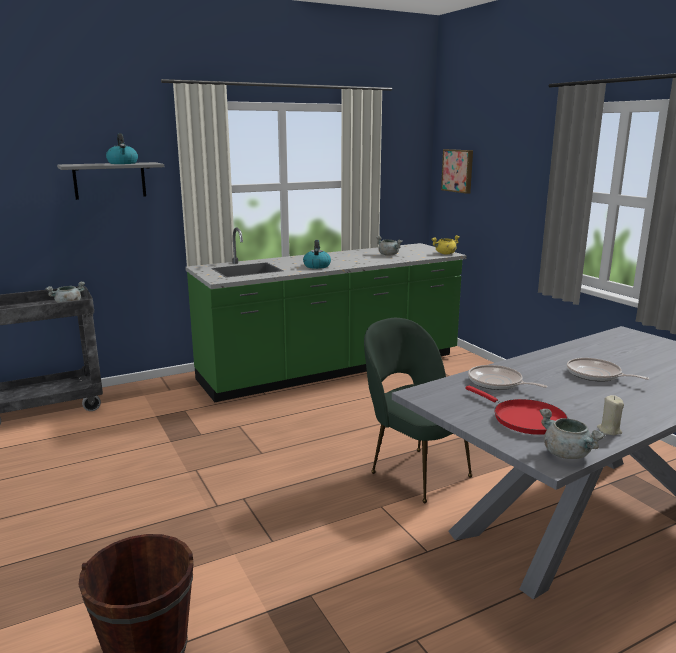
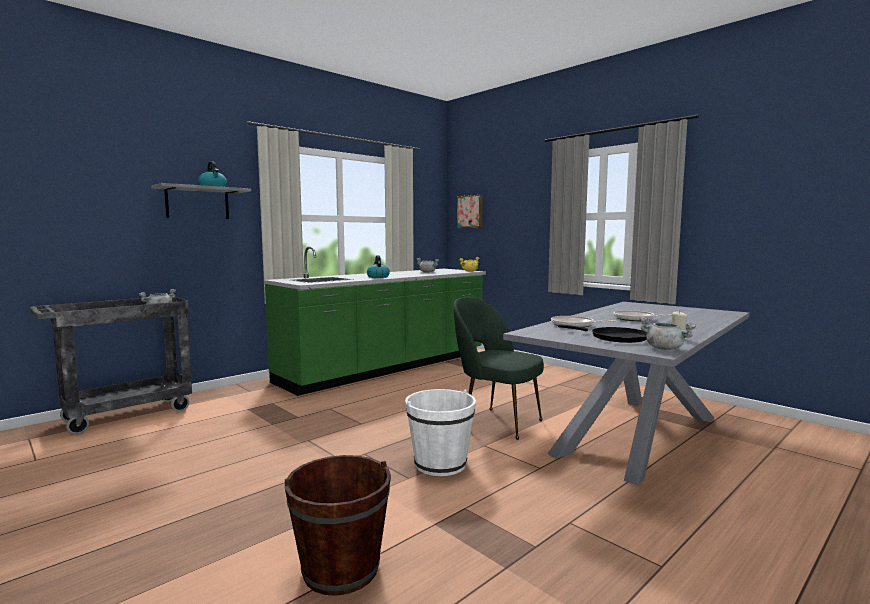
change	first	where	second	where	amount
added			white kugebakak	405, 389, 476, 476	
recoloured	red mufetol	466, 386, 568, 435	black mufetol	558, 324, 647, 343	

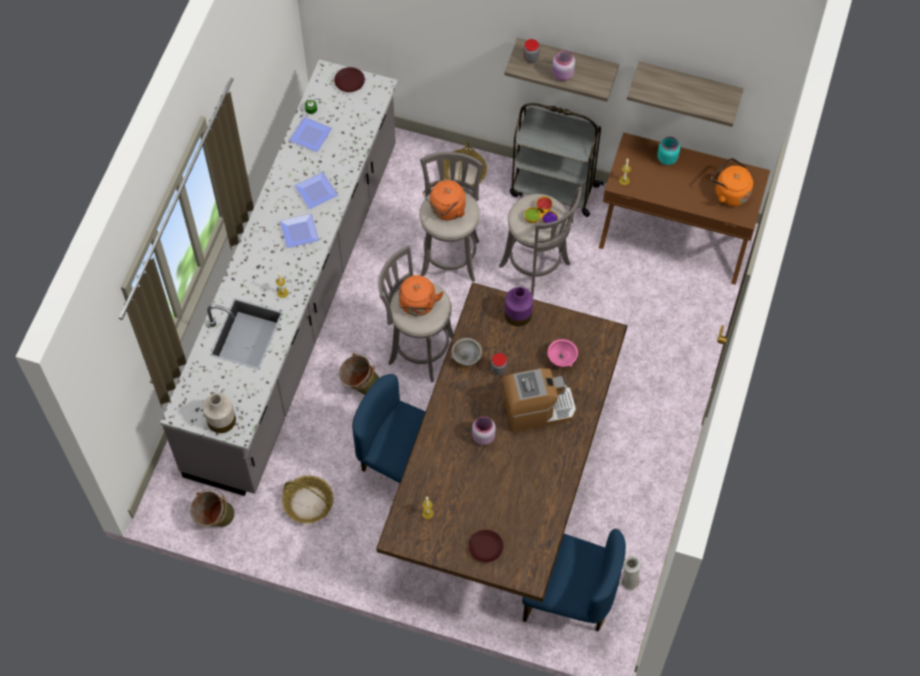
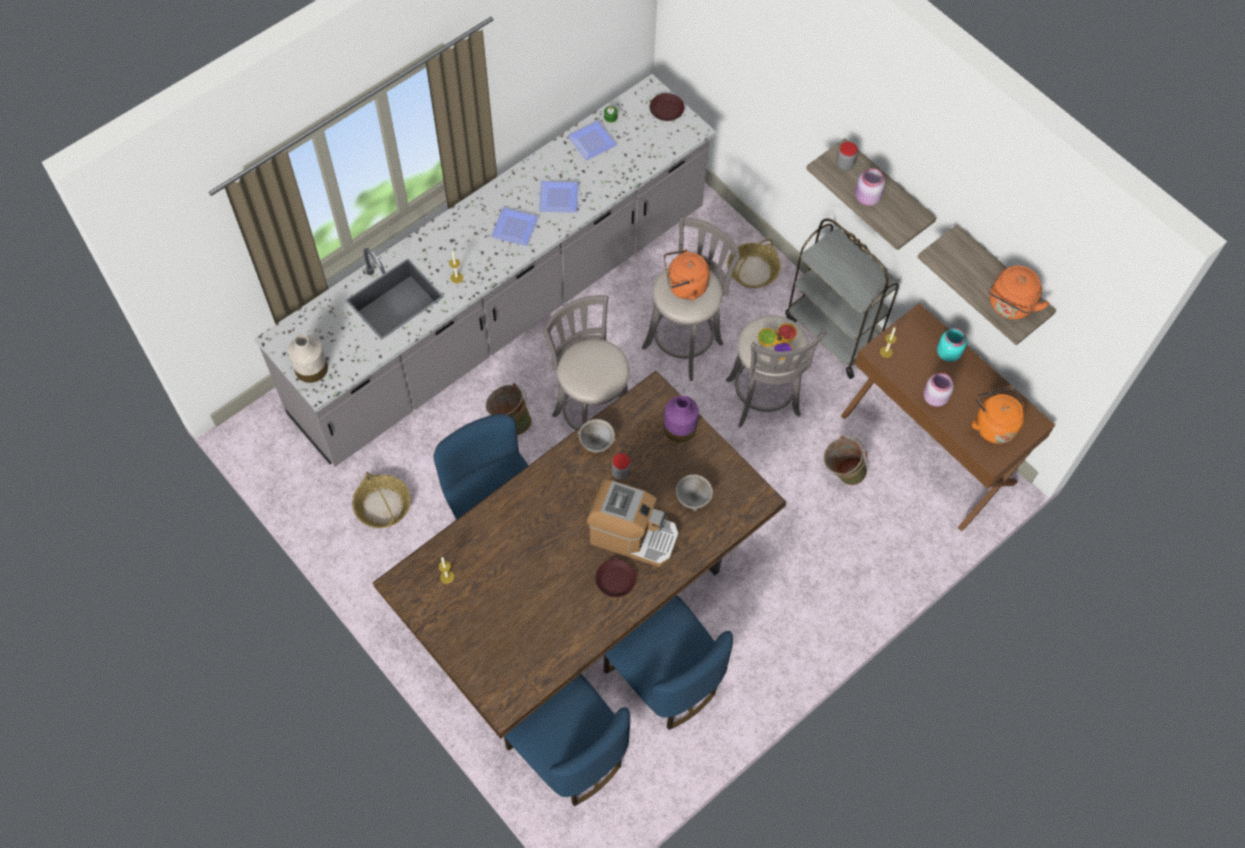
change	first	where	second	where	amount
removed	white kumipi	622, 556, 641, 591			
added			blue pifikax	604, 595, 733, 730	
moved	green kugebakak	190, 489, 235, 527		824, 436, 867, 485	
moved	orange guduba	398, 275, 444, 316		989, 266, 1050, 320	
moved	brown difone	469, 530, 503, 562		596, 559, 636, 597	
moved	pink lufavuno	472, 416, 496, 445		924, 373, 954, 407	
recoloured	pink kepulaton	547, 339, 578, 367	grey kepulaton	676, 474, 713, 511	

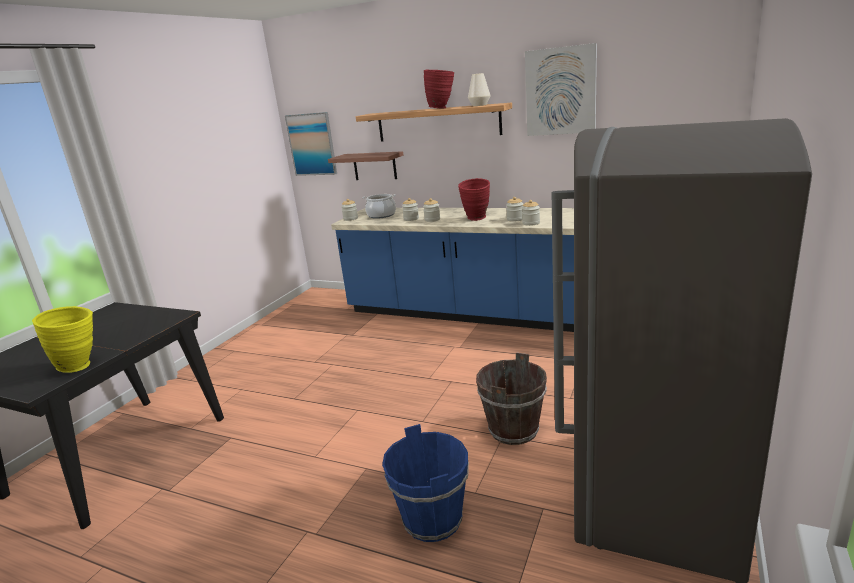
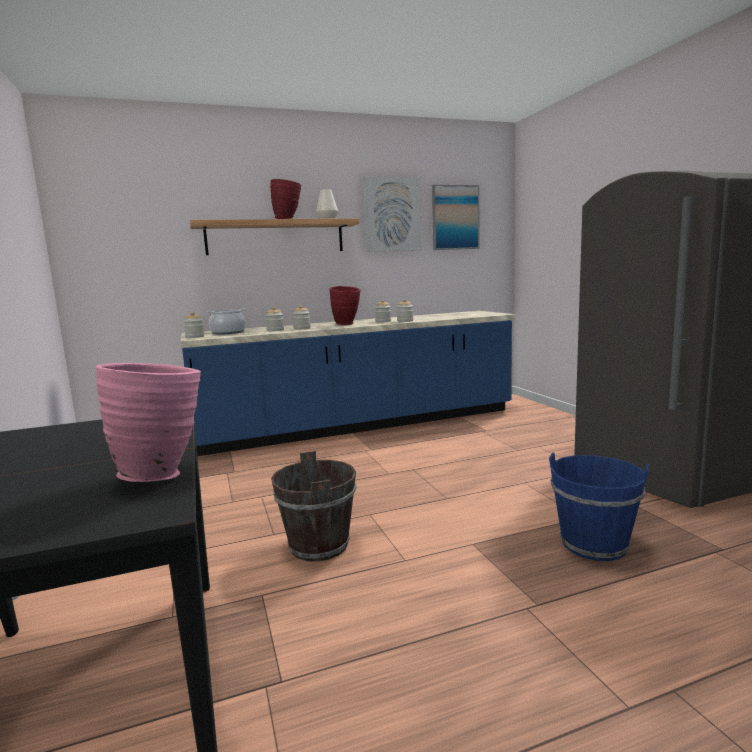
change	first	where	second	where	amount
removed	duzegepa	328, 151, 403, 180			
moved	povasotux	285, 112, 337, 176		432, 185, 480, 250	
moved	brown kugebakak	476, 352, 547, 445		271, 451, 357, 562	
recoloured	yellow kumipi	32, 306, 93, 373	pink kumipi	96, 363, 201, 482	

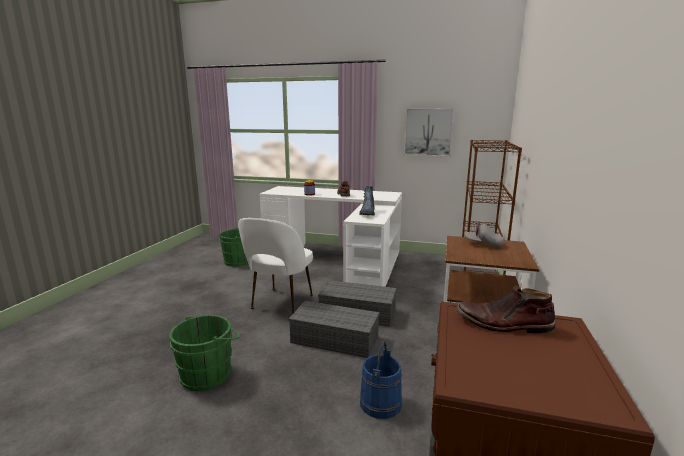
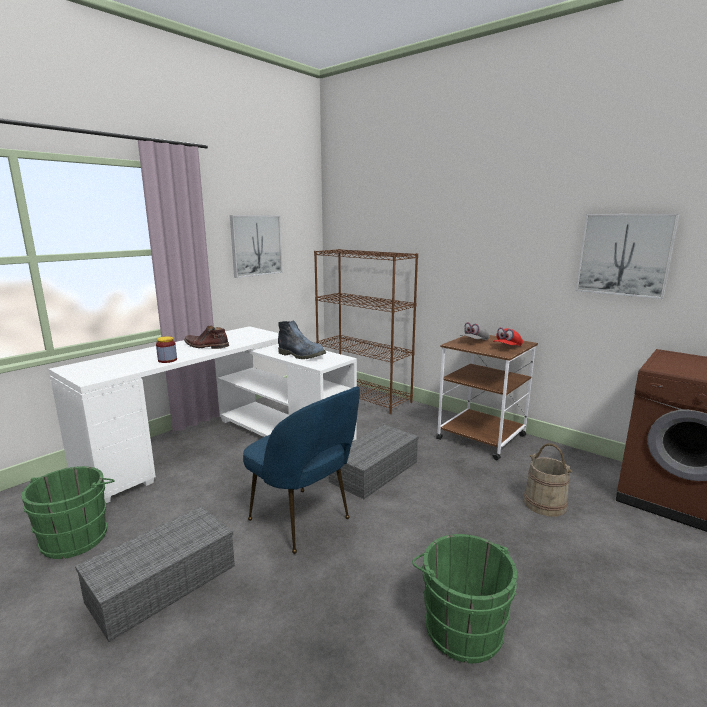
change	first	where	second	where	amount
removed	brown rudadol	456, 286, 556, 333			
added			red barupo	493, 327, 523, 346	
added			povasotux	576, 214, 679, 299	
moved	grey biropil	289, 301, 380, 358		75, 506, 235, 642	
recoloured	white pifikax	238, 218, 313, 313	blue pifikax	243, 387, 360, 554	
recoloured	blue kugebakak	360, 342, 402, 419	beige kugebakak	524, 443, 573, 517	

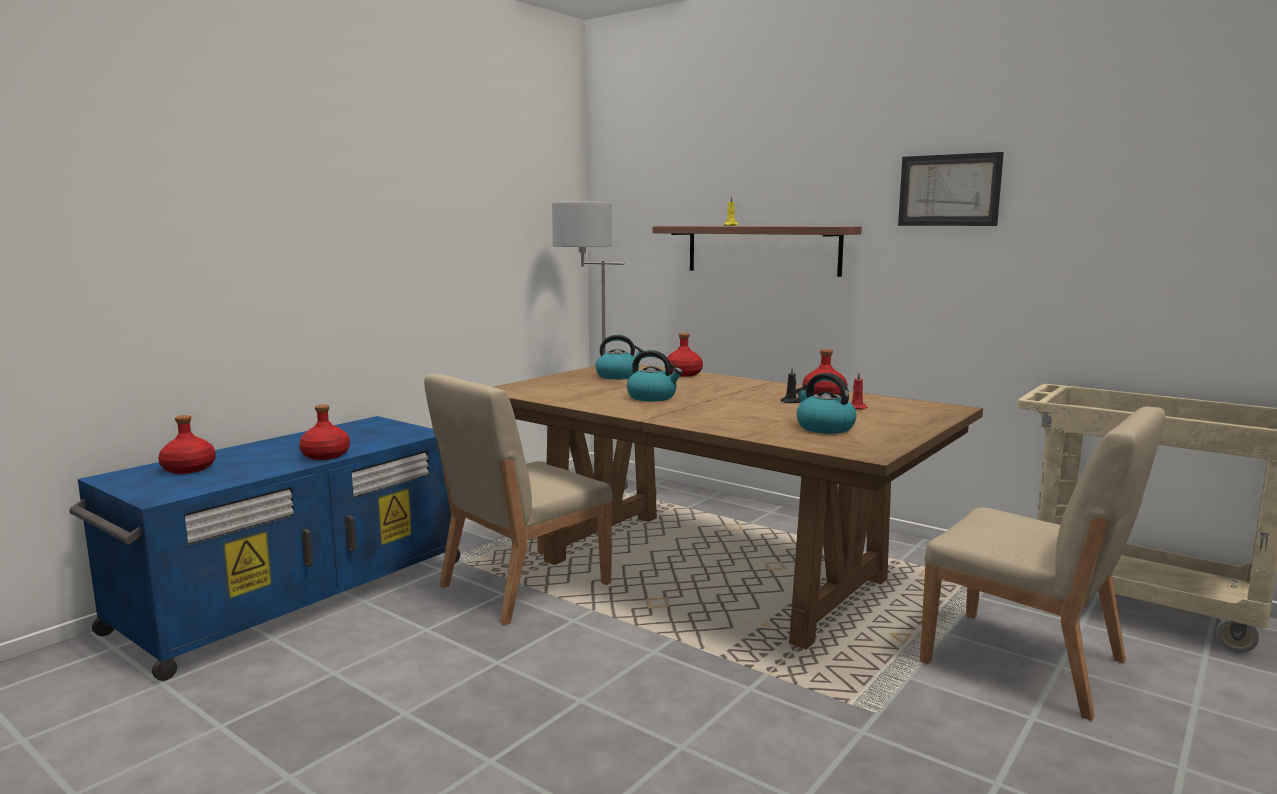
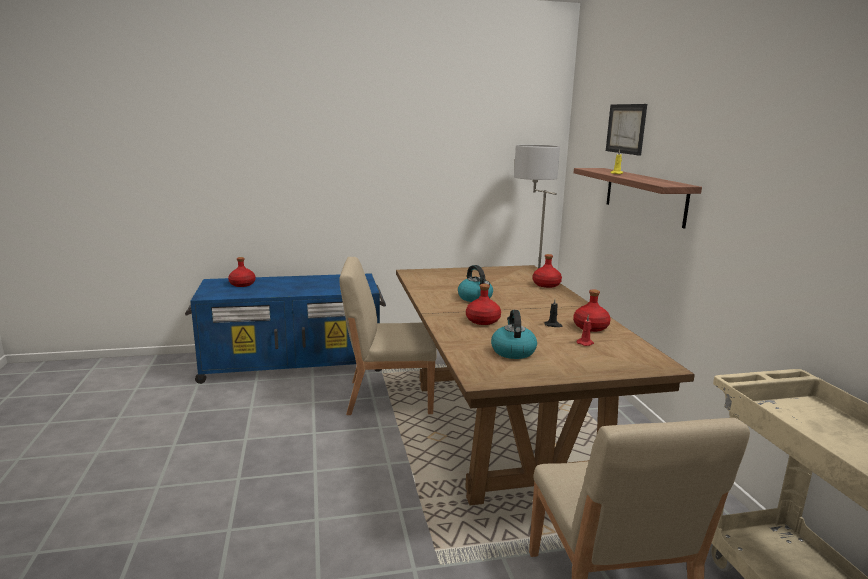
change	first	where	second	where	amount
removed	guduba	596, 335, 644, 379			
moved	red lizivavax	299, 404, 350, 460		466, 284, 501, 325	
moved	povasotux	898, 152, 1004, 226		606, 104, 647, 156	

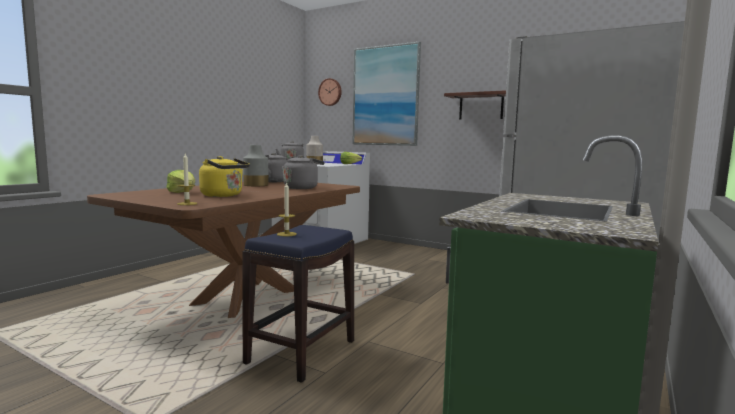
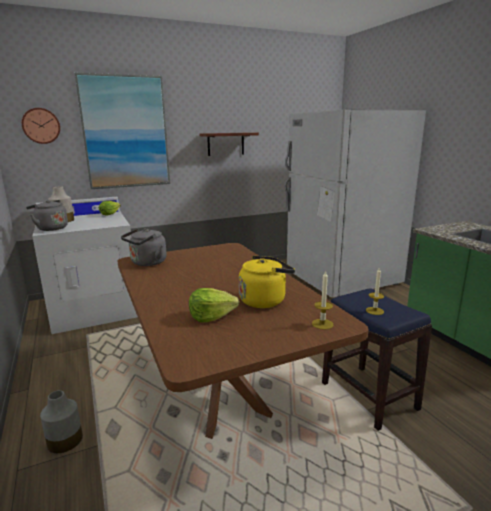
change	first	where	second	where	amount
removed	grey guduba	283, 155, 325, 189			
moved	grey kumipi	243, 145, 269, 186		40, 390, 83, 453	

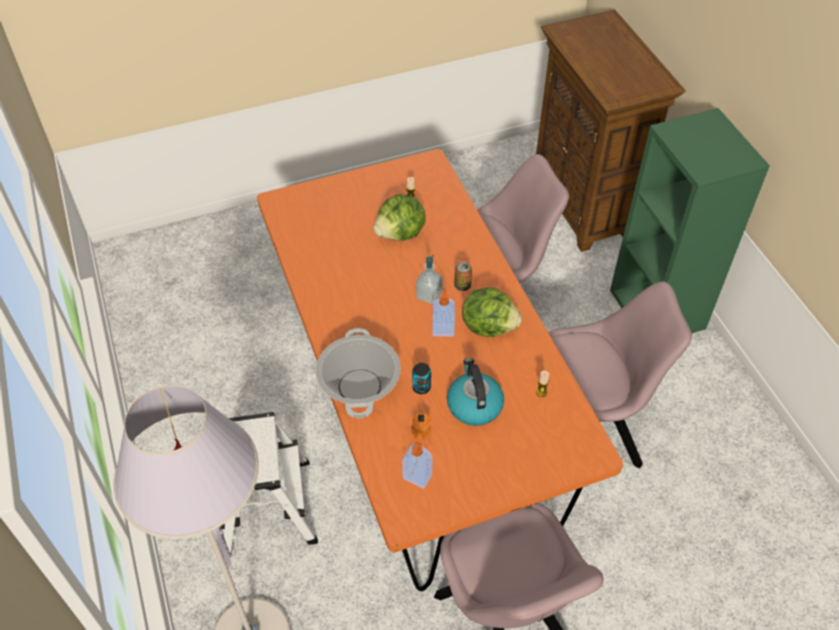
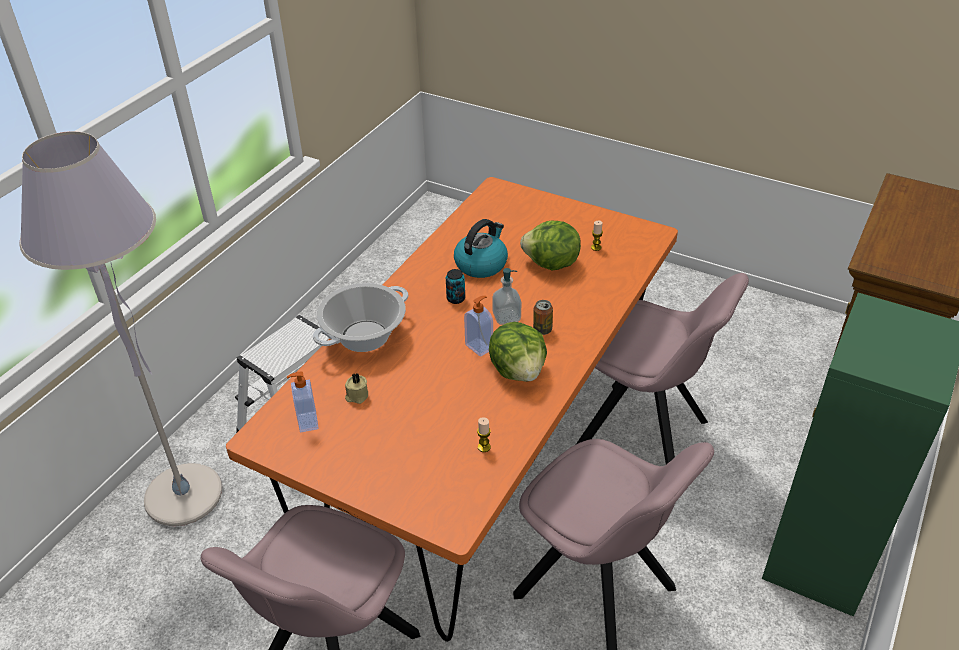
change	first	where	second	where	amount
moved	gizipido	412, 363, 431, 394		446, 269, 465, 304	
moved	guduba	447, 358, 504, 426		454, 219, 508, 278	
recoloured	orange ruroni	411, 413, 431, 441	beige ruroni	345, 373, 368, 404	

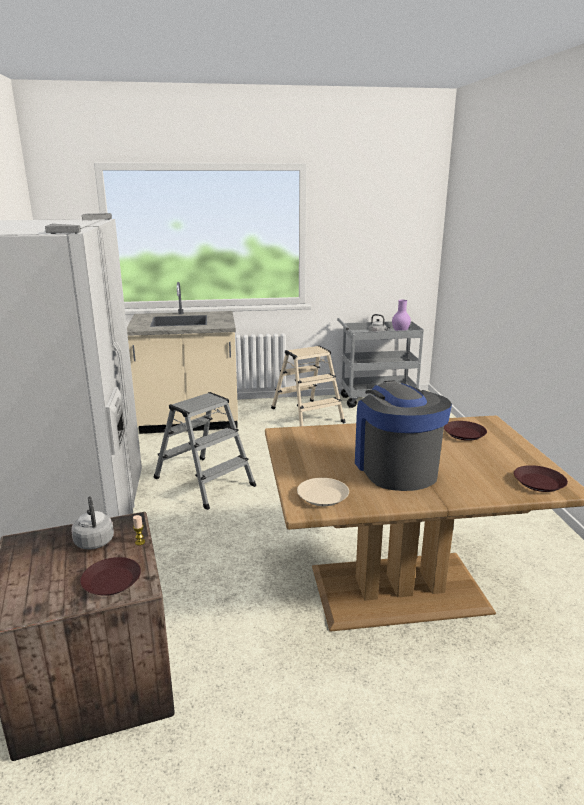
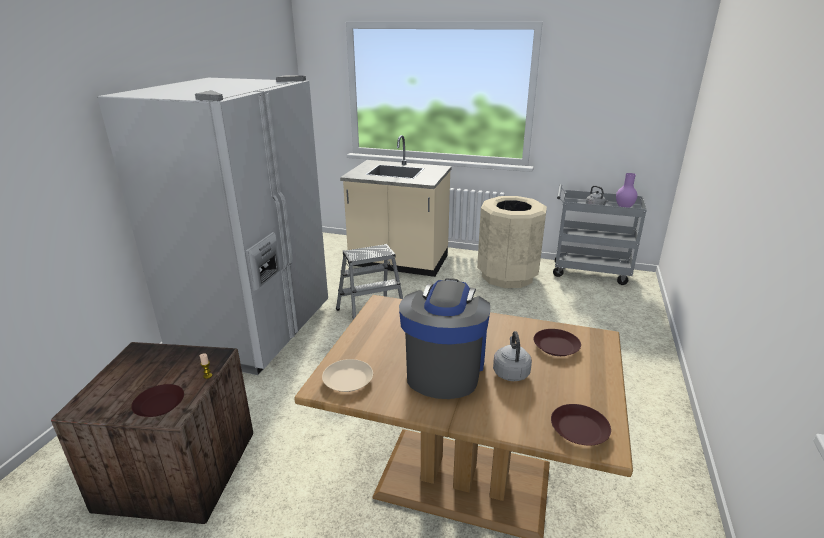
change	first	where	second	where	amount
moved	grey guduba	71, 496, 114, 550		493, 331, 532, 381	
replaced	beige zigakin	271, 345, 346, 426	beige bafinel	477, 196, 547, 288	

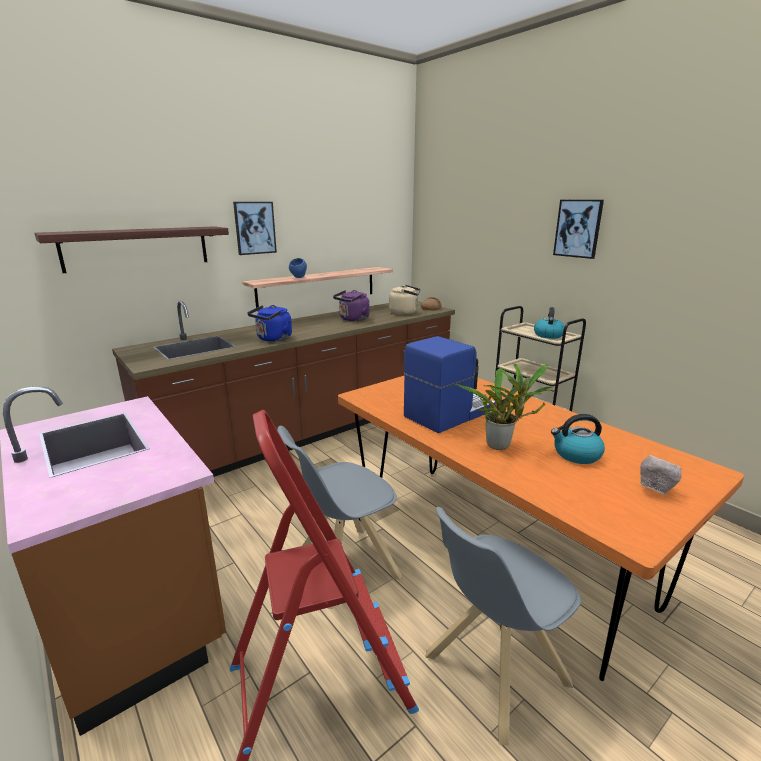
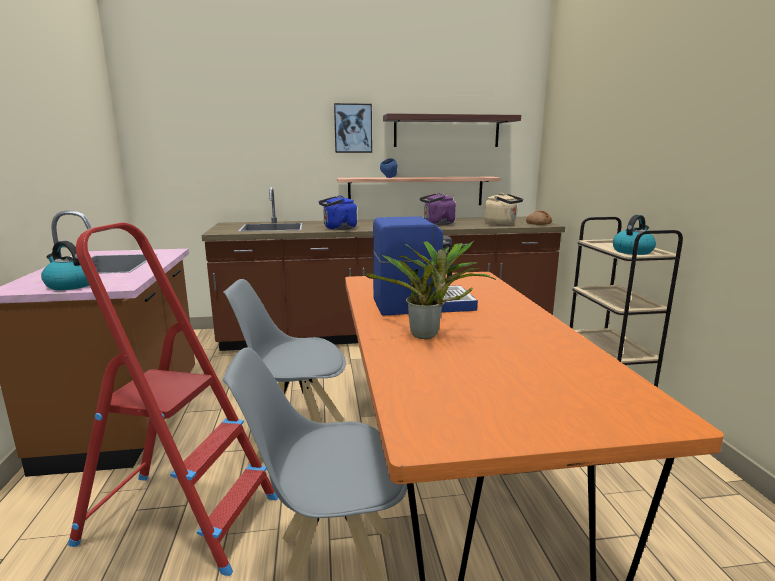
change	first	where	second	where	amount
removed	povasotux	553, 200, 604, 259			
removed	grey kepulaton	640, 455, 682, 494			
moved	duzegepa	34, 226, 229, 273		383, 113, 521, 147	
moved	guduba	551, 414, 605, 464		41, 241, 89, 290	

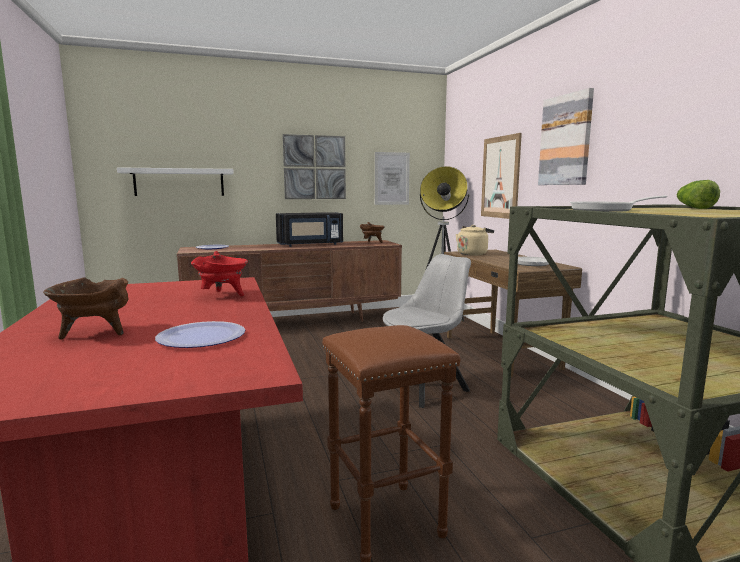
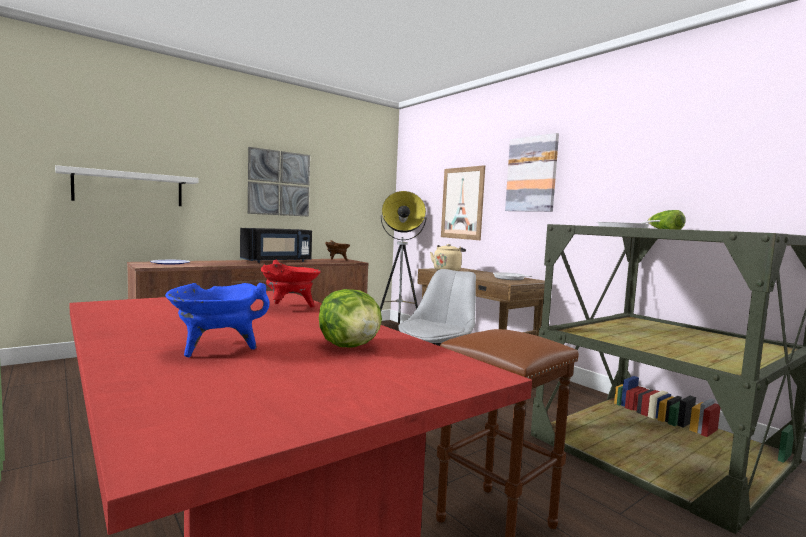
change	first	where	second	where	amount
removed	povasotux	375, 152, 410, 205			
replaced	difone	155, 321, 245, 348	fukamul	319, 289, 382, 347	
recoloured	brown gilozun	43, 277, 129, 340	blue gilozun	165, 283, 269, 357	

